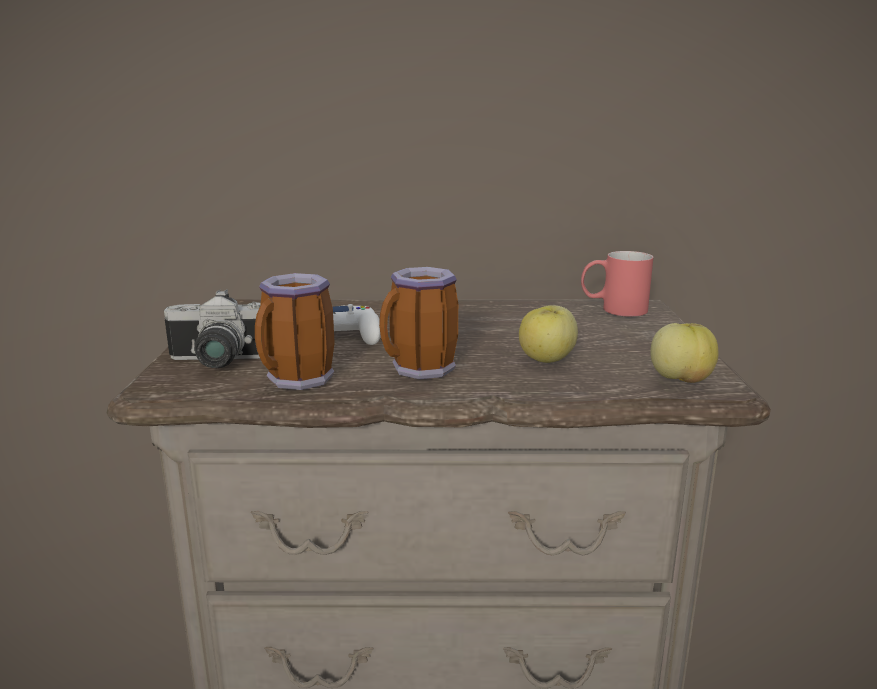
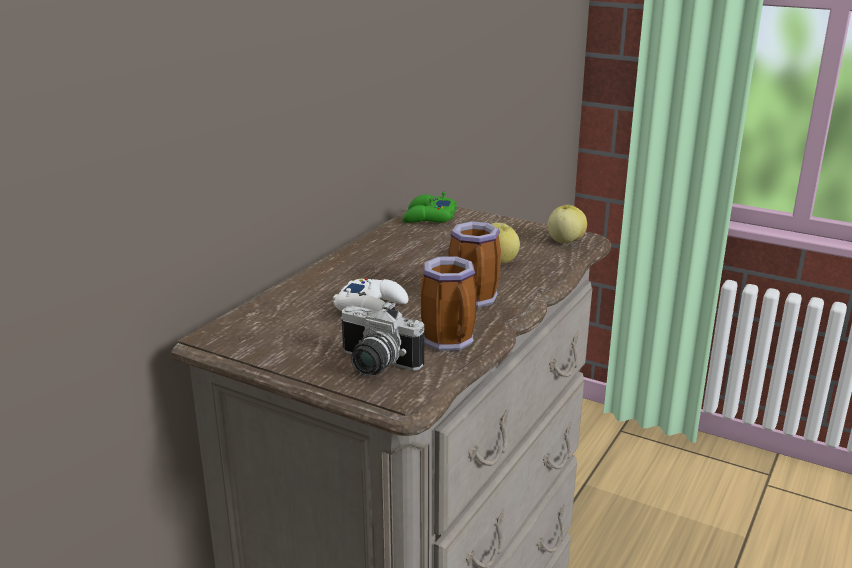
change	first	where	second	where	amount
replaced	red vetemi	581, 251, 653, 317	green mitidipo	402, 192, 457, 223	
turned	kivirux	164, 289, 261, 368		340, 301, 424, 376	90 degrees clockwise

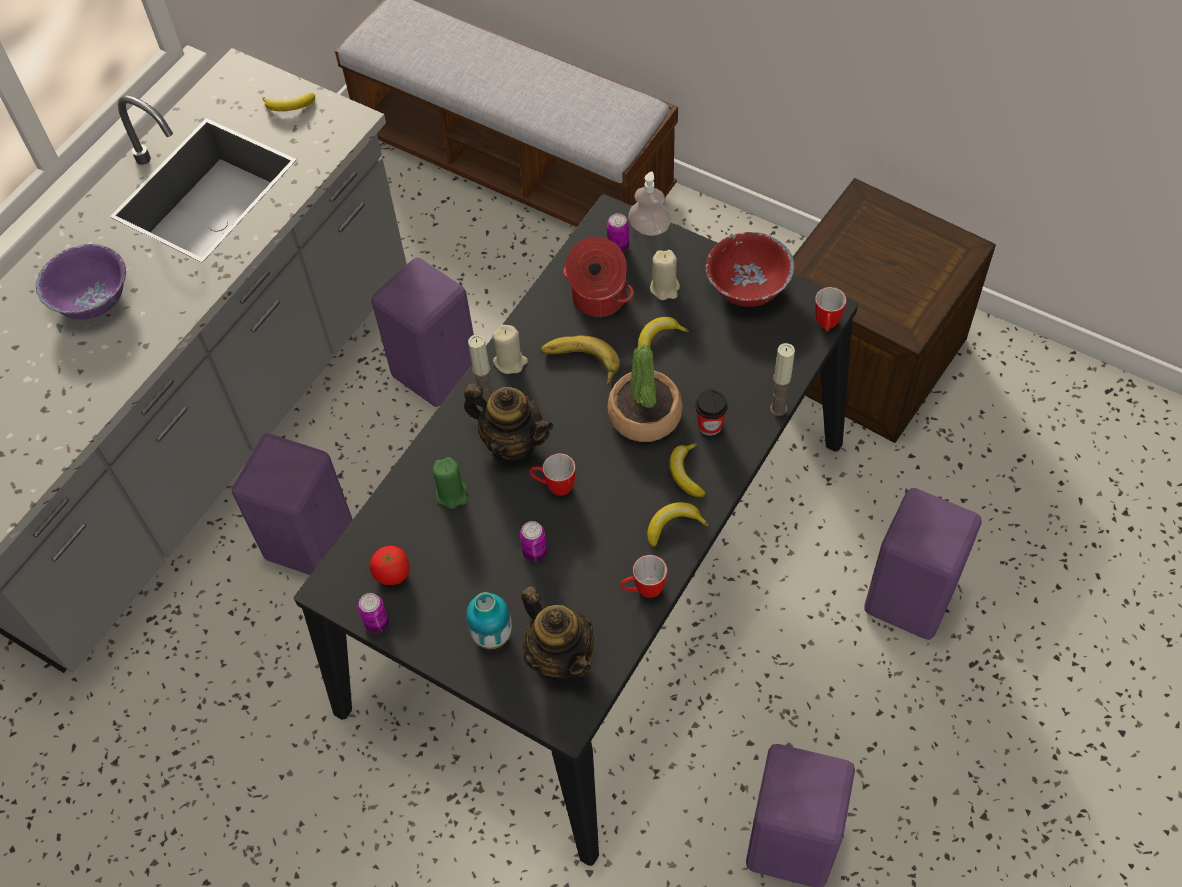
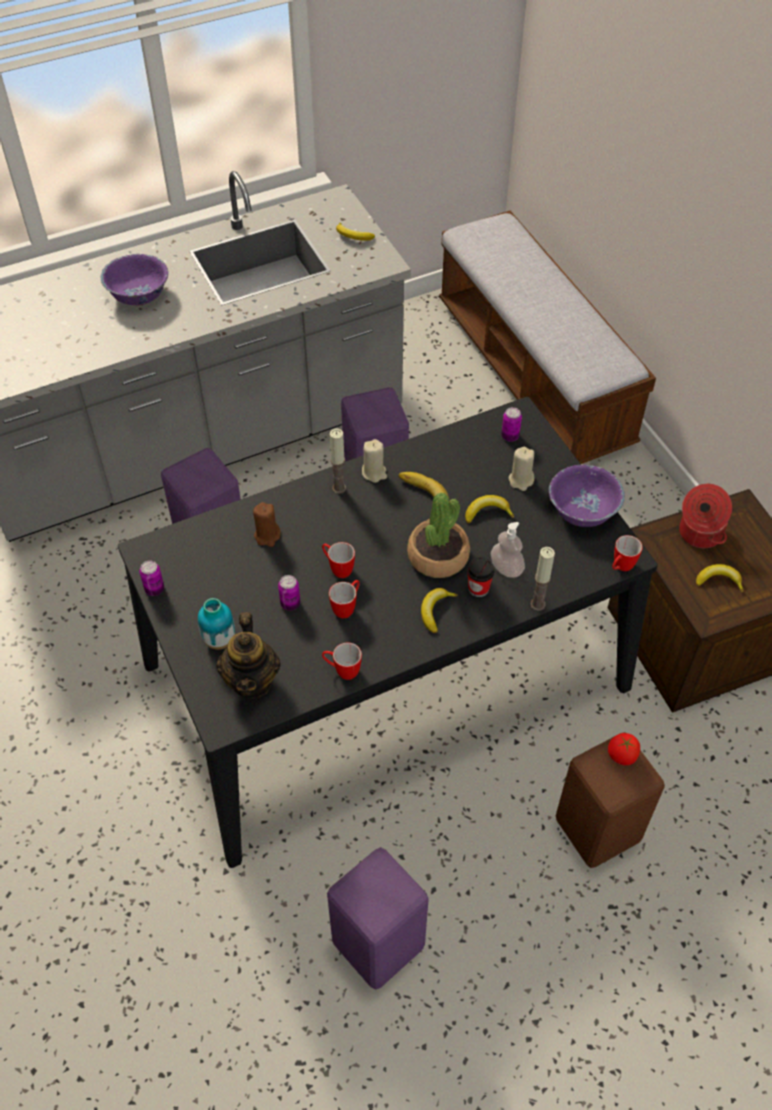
change	first	where	second	where	amount
removed	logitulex	464, 384, 554, 462			
added			vetemi	329, 580, 360, 618	
moved	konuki	370, 546, 409, 585		608, 733, 640, 765	
moved	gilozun	563, 237, 634, 317		679, 484, 732, 548	
moved	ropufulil	628, 172, 671, 236		491, 522, 525, 578	
moved	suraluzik	647, 502, 709, 547		696, 564, 743, 592	
recoloured	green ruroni	433, 457, 468, 509	brown ruroni	253, 502, 281, 547	
recoloured	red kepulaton	706, 232, 794, 307	purple kepulaton	549, 464, 625, 527	
recoloured	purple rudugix	864, 488, 982, 640	brown rudugix	556, 732, 665, 868	

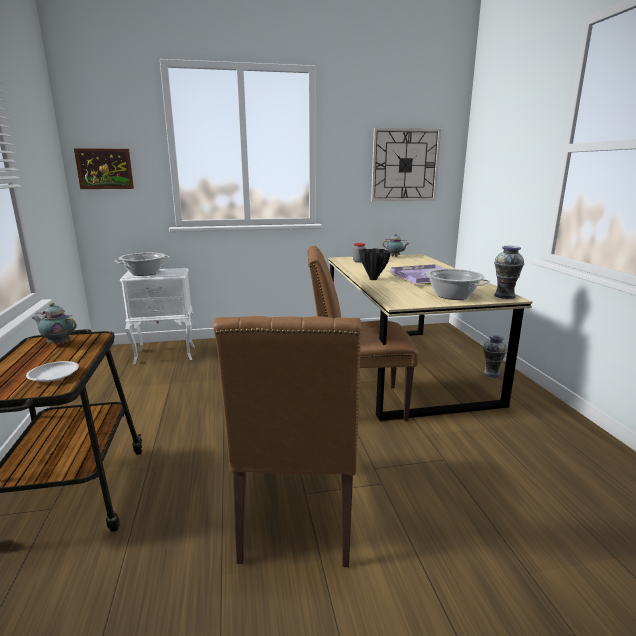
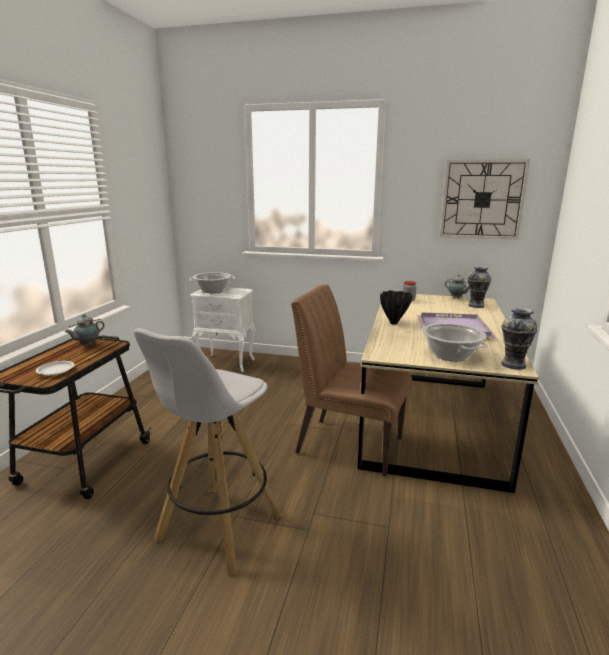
change	first	where	second	where	amount
removed	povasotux	74, 148, 134, 189			
moved	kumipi	483, 335, 507, 377		467, 266, 491, 308	
replaced	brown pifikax	213, 316, 361, 567	white rudugix	133, 328, 283, 575	
turned	logitulex	32, 303, 77, 345		65, 314, 105, 346	90 degrees counterclockwise

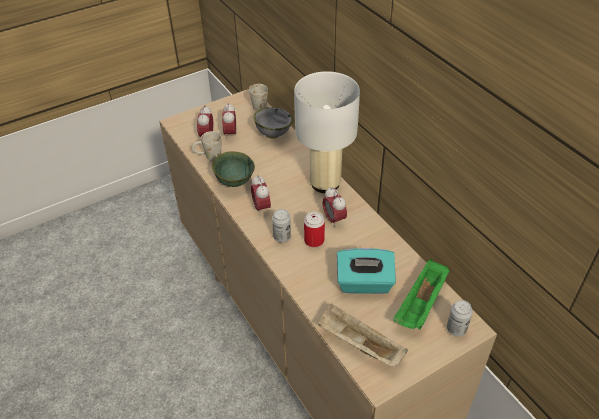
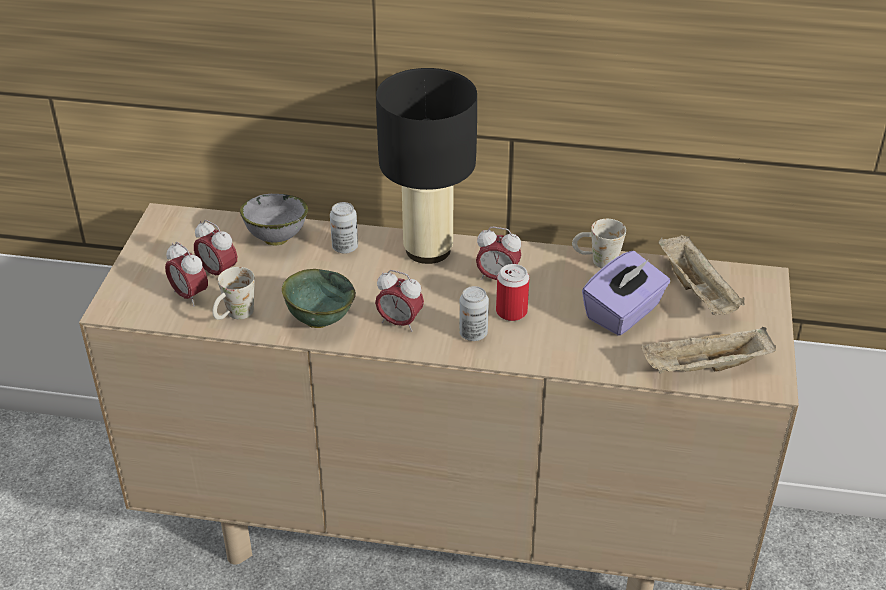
change	first	where	second	where	amount
moved	white vetemi	249, 84, 268, 111		572, 219, 626, 268	
moved	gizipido	447, 300, 473, 337		330, 202, 358, 254	
recoloured	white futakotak	294, 71, 360, 193	black futakotak	376, 68, 477, 264	
recoloured	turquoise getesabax	337, 248, 396, 294	purple getesabax	582, 251, 670, 336	
recoloured	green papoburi	393, 259, 450, 330	beige papoburi	658, 235, 745, 315	

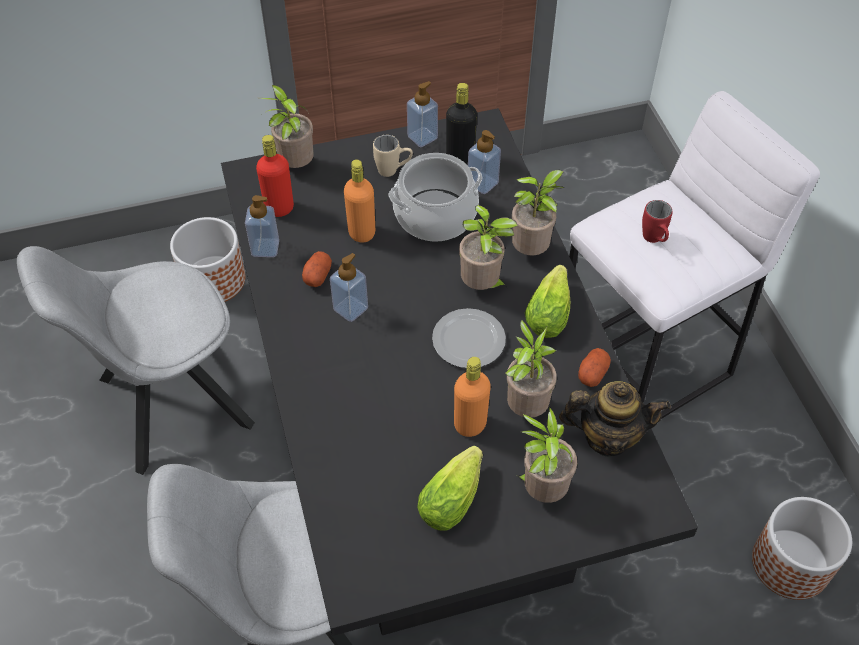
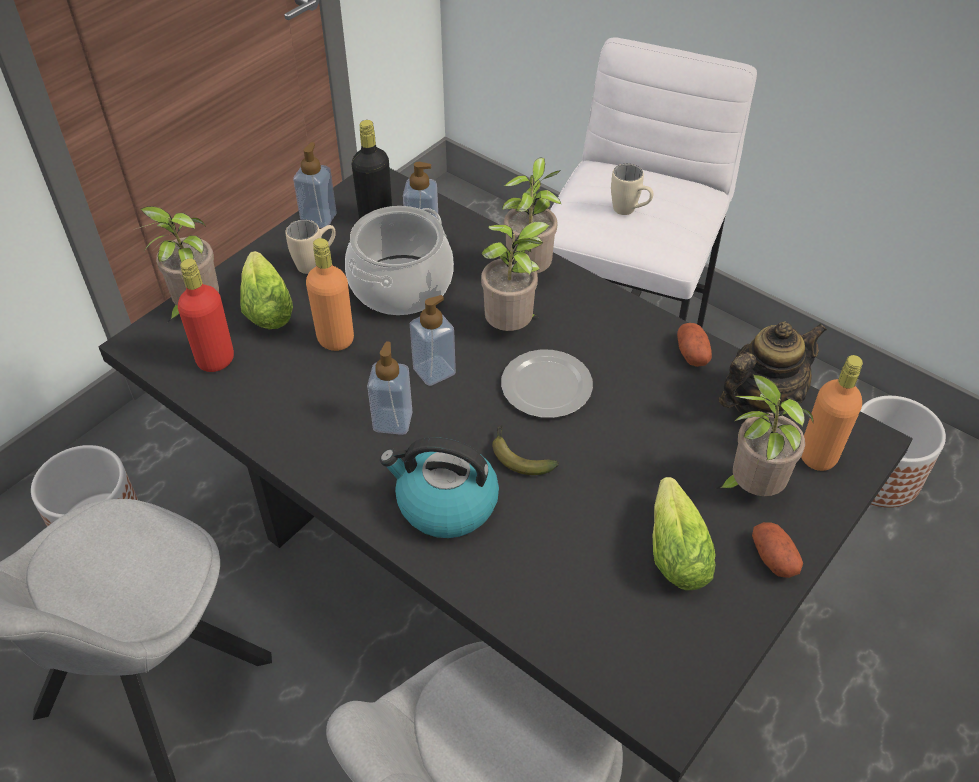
change	first	where	second	where	amount
removed	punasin	505, 320, 557, 417			
added			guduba	380, 437, 499, 538	
added			suraluzik	492, 425, 559, 475	
moved	ropufulil	245, 195, 279, 257		410, 295, 456, 386	
moved	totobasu	302, 251, 332, 287		752, 522, 803, 578	
moved	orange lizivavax	454, 357, 491, 437		801, 355, 863, 471	
moved	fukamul	525, 265, 570, 338		240, 251, 293, 329	
recoloured	red vetemi	642, 200, 673, 243	beige vetemi	611, 164, 653, 215	

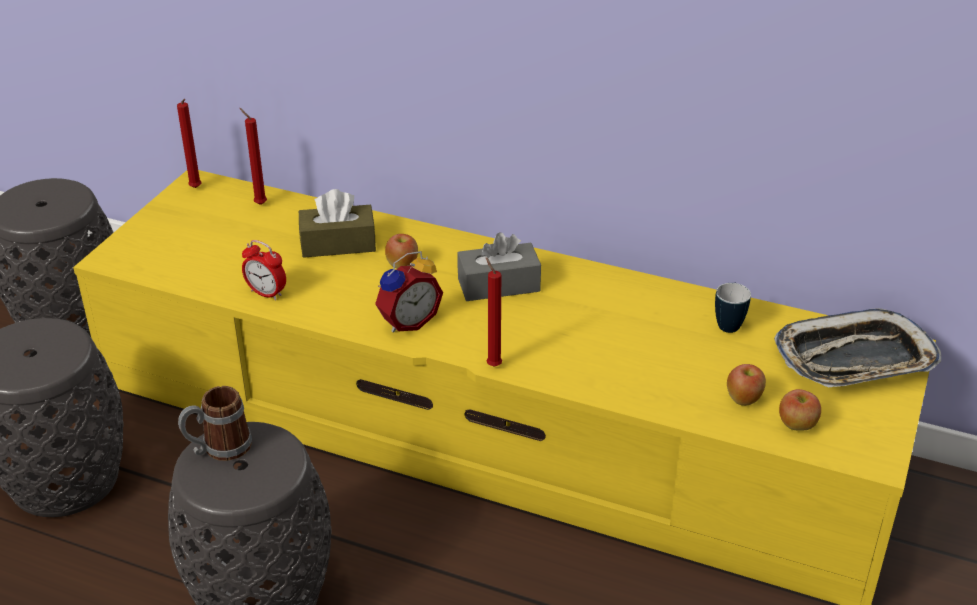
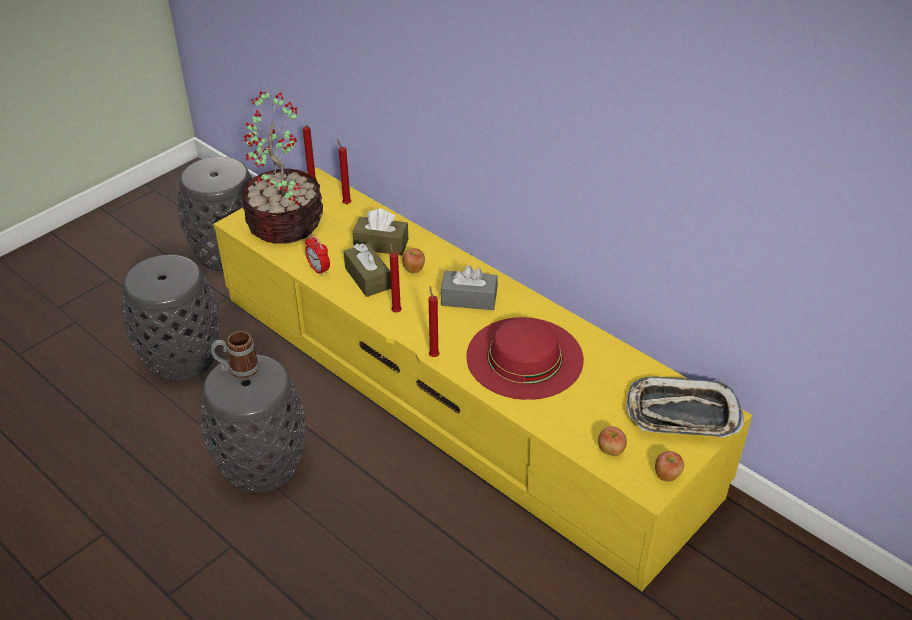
change	first	where	second	where	amount
removed	vetemi	715, 283, 751, 333			
added			punasin	242, 91, 323, 244	
added			brown getesabax	344, 243, 391, 297	
added			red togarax	466, 317, 584, 400	
moved	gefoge	727, 364, 766, 406		655, 451, 684, 482	
replaced	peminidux	375, 251, 443, 332	red ruroni	390, 243, 402, 312	

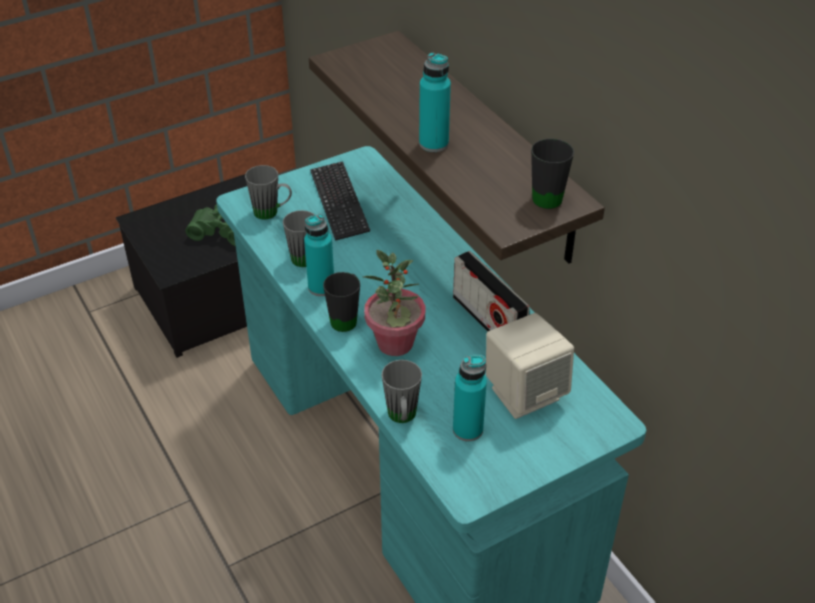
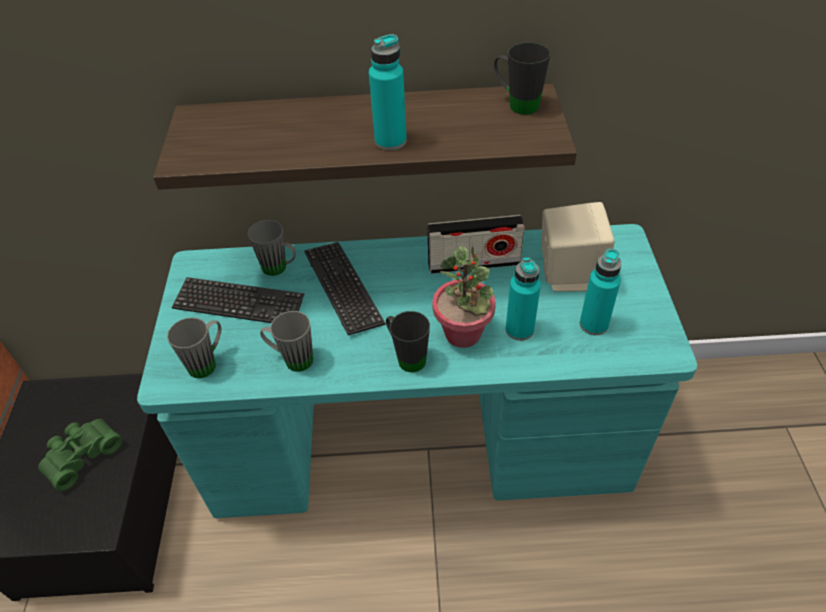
change	first	where	second	where	amount
added			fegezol	304, 242, 385, 335	
moved	turquoise lizivavax	304, 214, 334, 296		506, 257, 541, 341	
moved	grey vetemi	382, 360, 422, 423		248, 220, 296, 276	

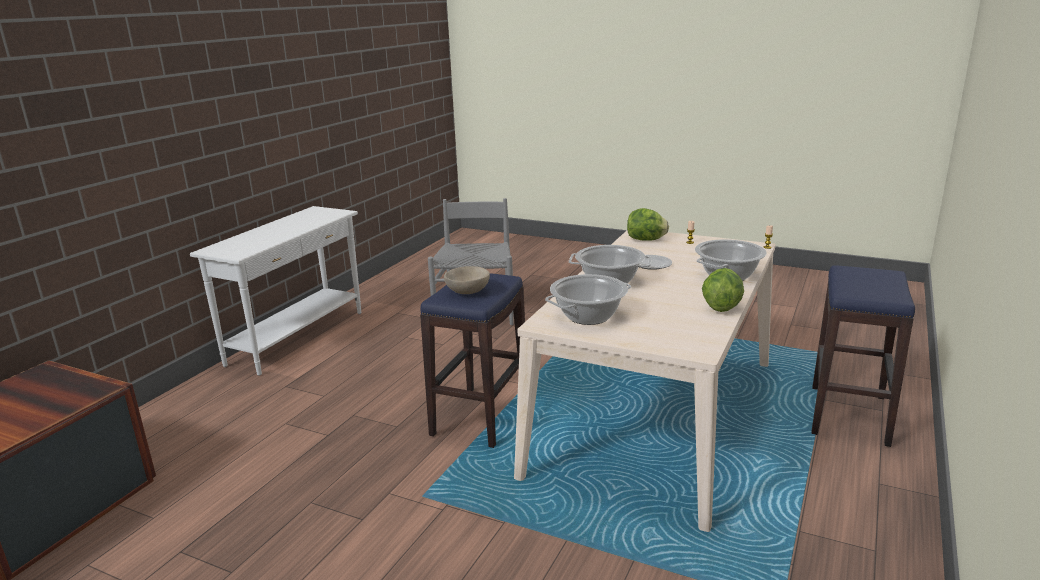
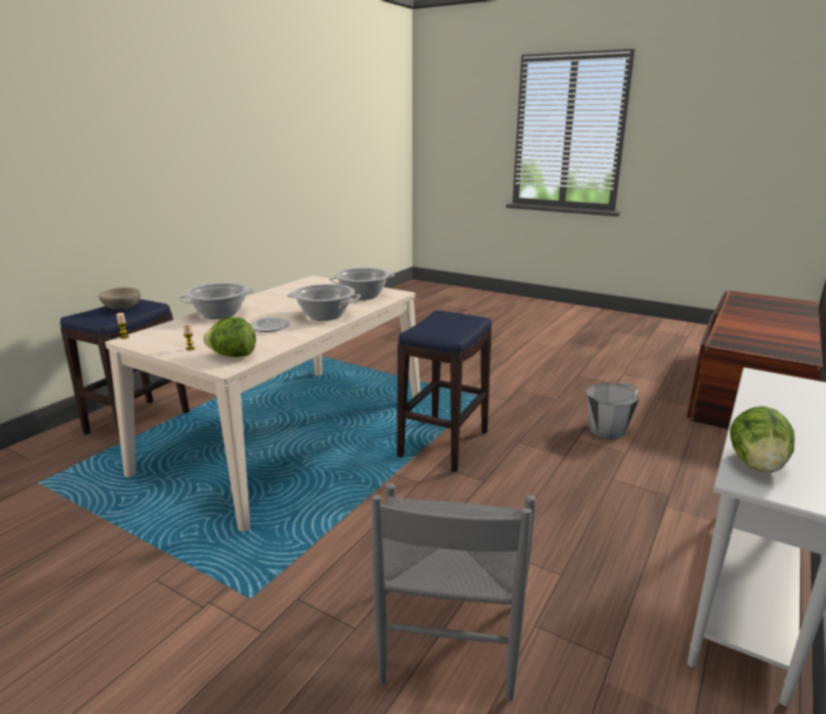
change	first	where	second	where	amount
added			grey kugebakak	586, 383, 639, 439	
moved	beige kepulaton	444, 266, 490, 294		98, 287, 141, 310	
moved	fukamul	702, 268, 744, 312		730, 406, 795, 472	

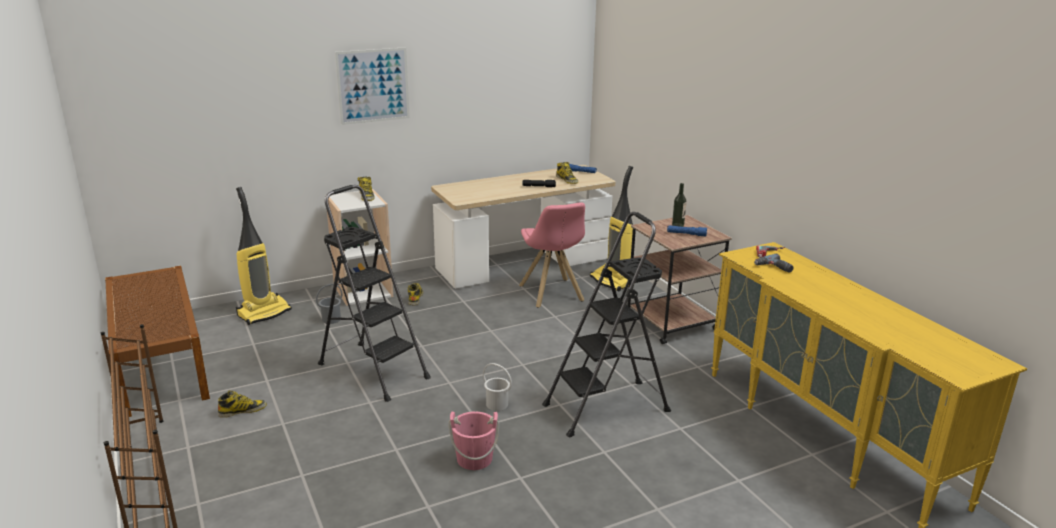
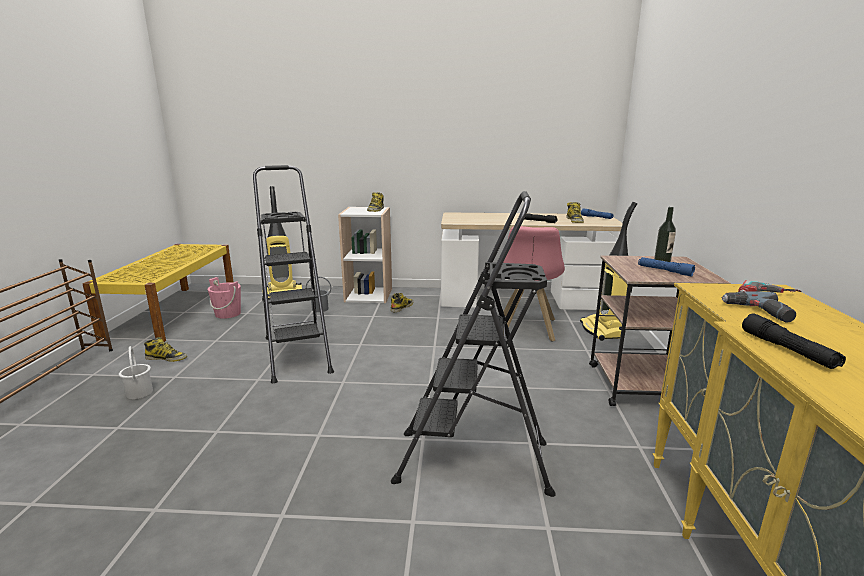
change	first	where	second	where	amount
removed	povasotux	335, 47, 410, 125			
added			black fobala	742, 314, 846, 369	
moved	pink kugebakak	448, 412, 499, 470		208, 277, 241, 319	
moved	white kugebakak	483, 363, 512, 411		119, 346, 153, 399	
recoloured	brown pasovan	105, 266, 210, 417	yellow pasovan	82, 244, 234, 342	

